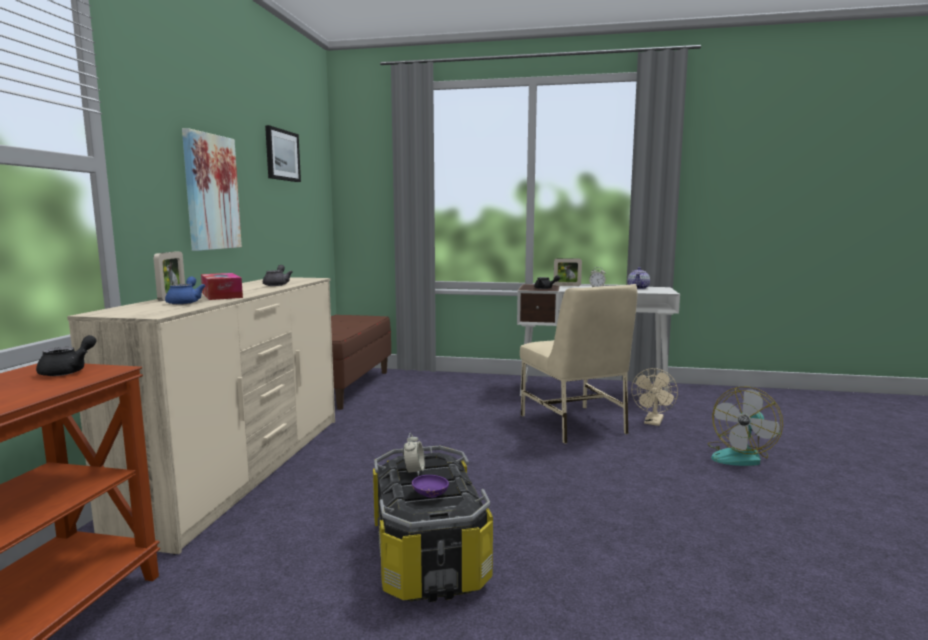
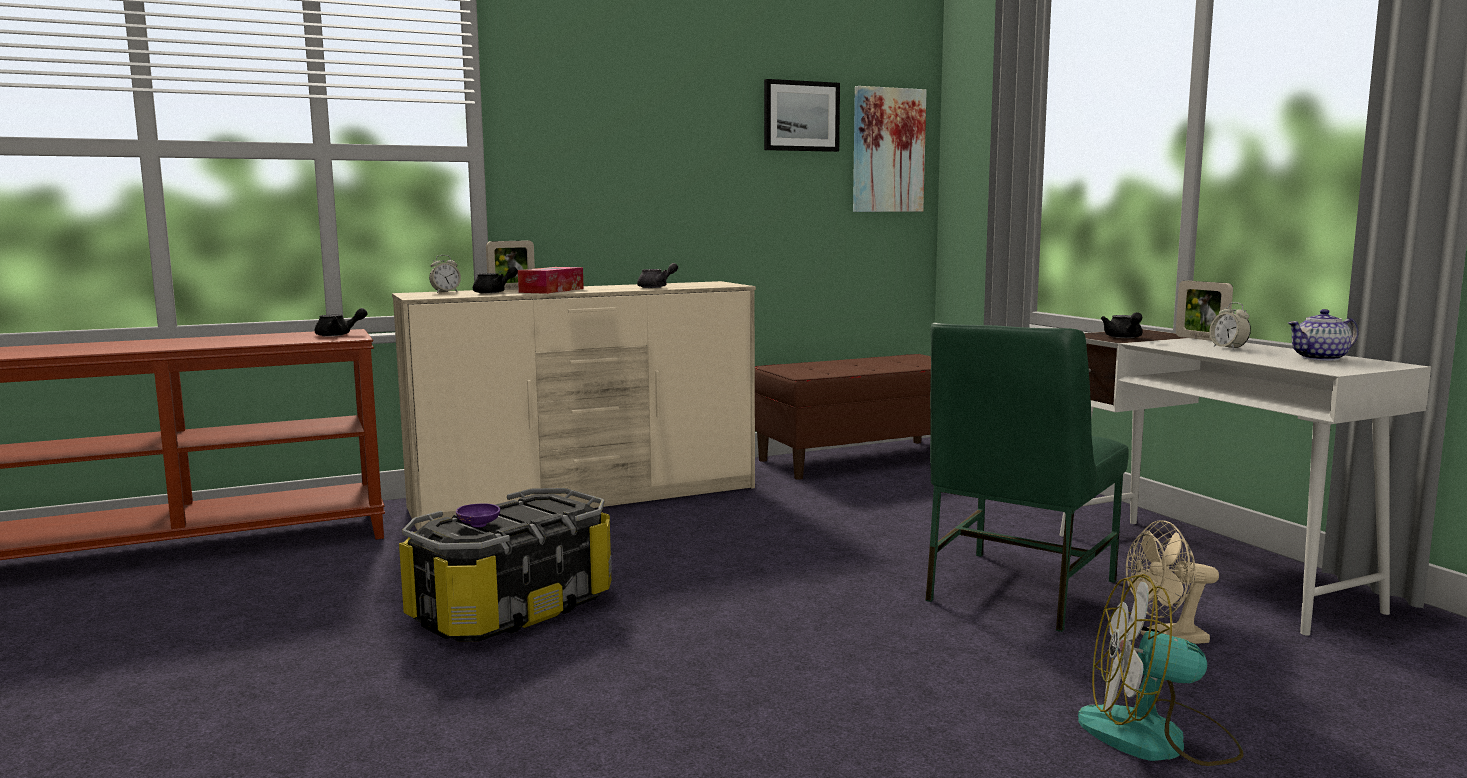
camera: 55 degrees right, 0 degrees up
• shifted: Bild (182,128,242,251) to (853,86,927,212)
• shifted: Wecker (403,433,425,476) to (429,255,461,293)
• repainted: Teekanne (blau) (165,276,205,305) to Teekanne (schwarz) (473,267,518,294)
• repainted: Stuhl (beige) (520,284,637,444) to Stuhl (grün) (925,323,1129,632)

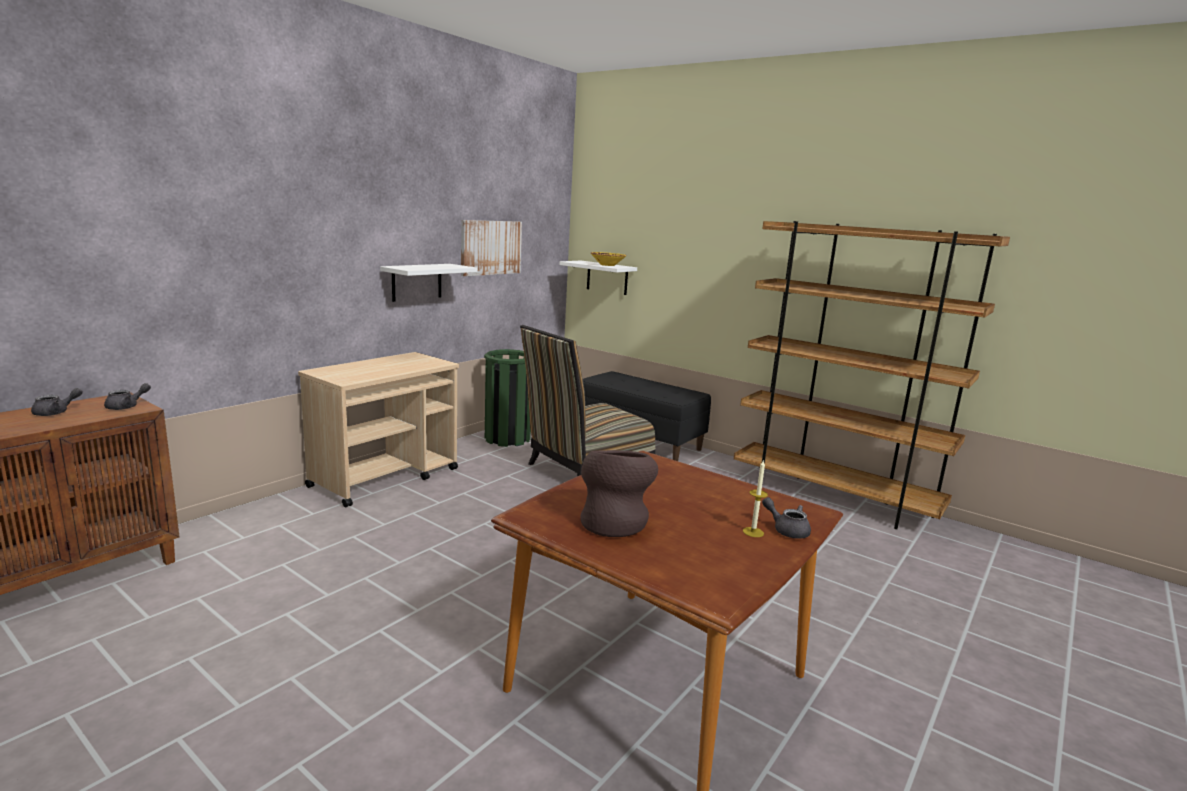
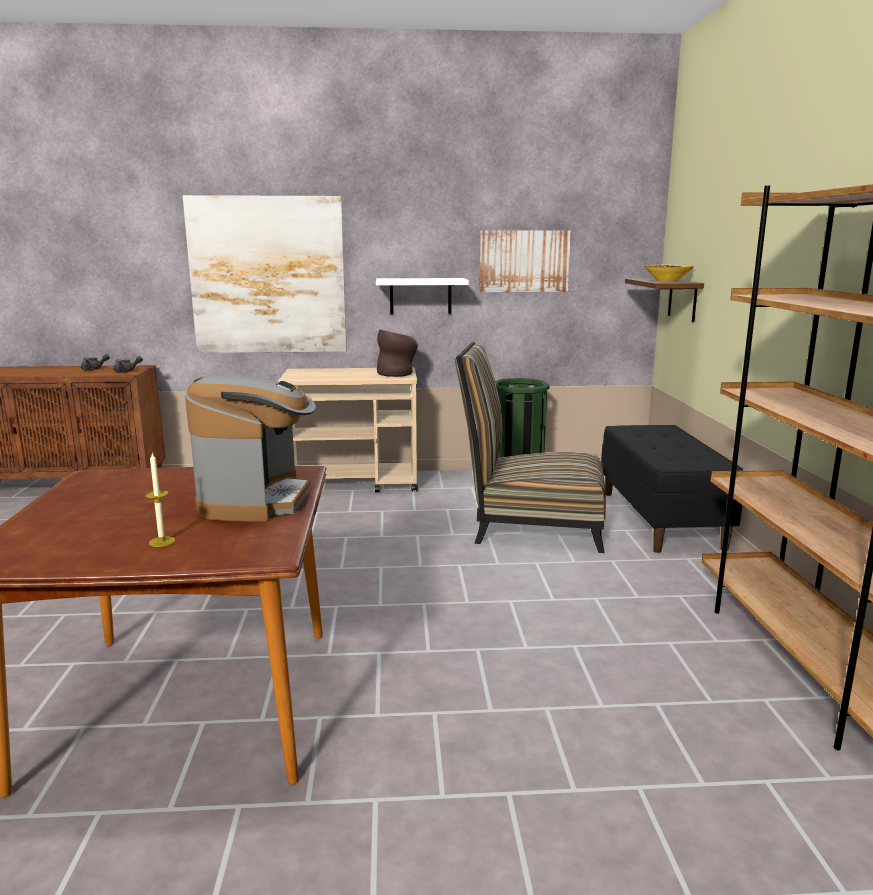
camera: 50 degrees right, 0 degrees up
• gone: Teekanne (grau) (762,497,811,539)
• new: Bild (183,195,347,353)
• new: Kaffeemaschine (185,375,316,522)
• shifted: Vase (braun) (580,450,658,537) to (377,329,418,377)
• repainted: Wandregal (weiß) (559,261,637,295) to Wandregal (braun) (625,278,704,322)

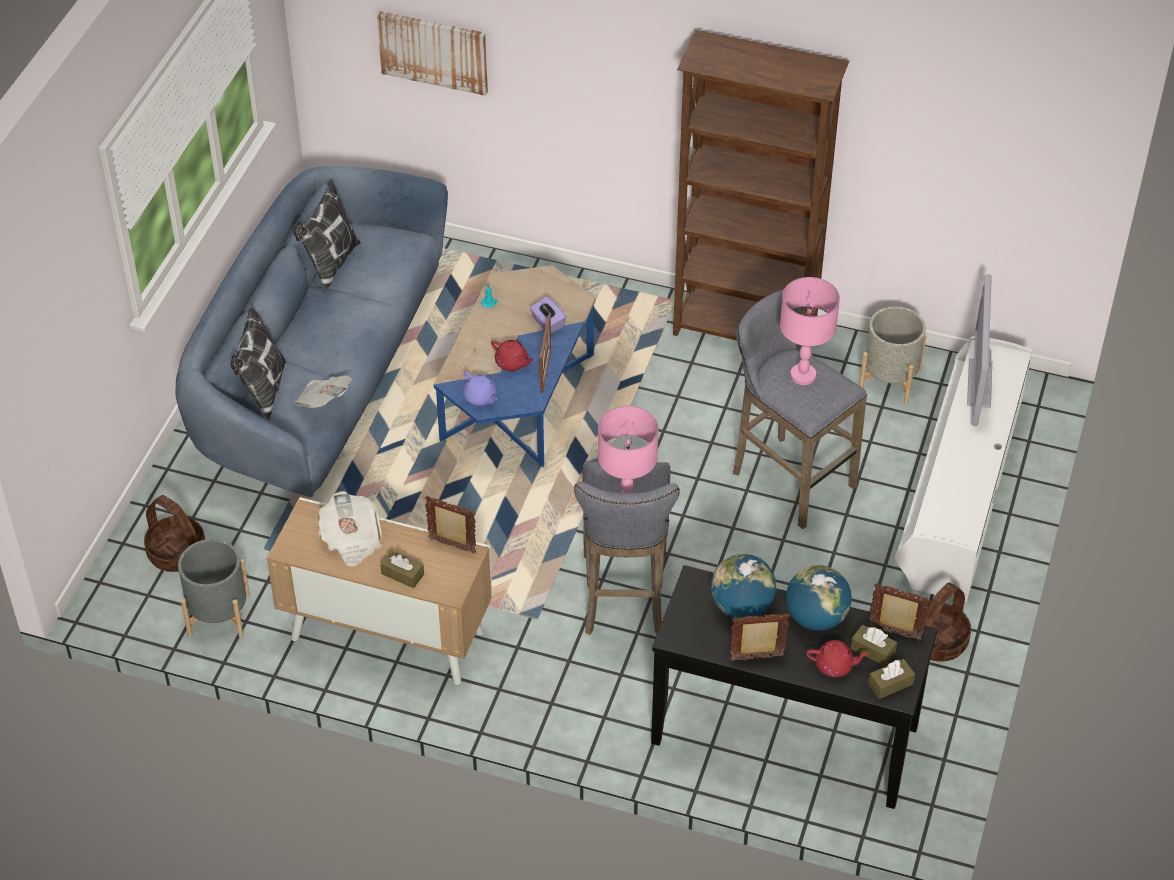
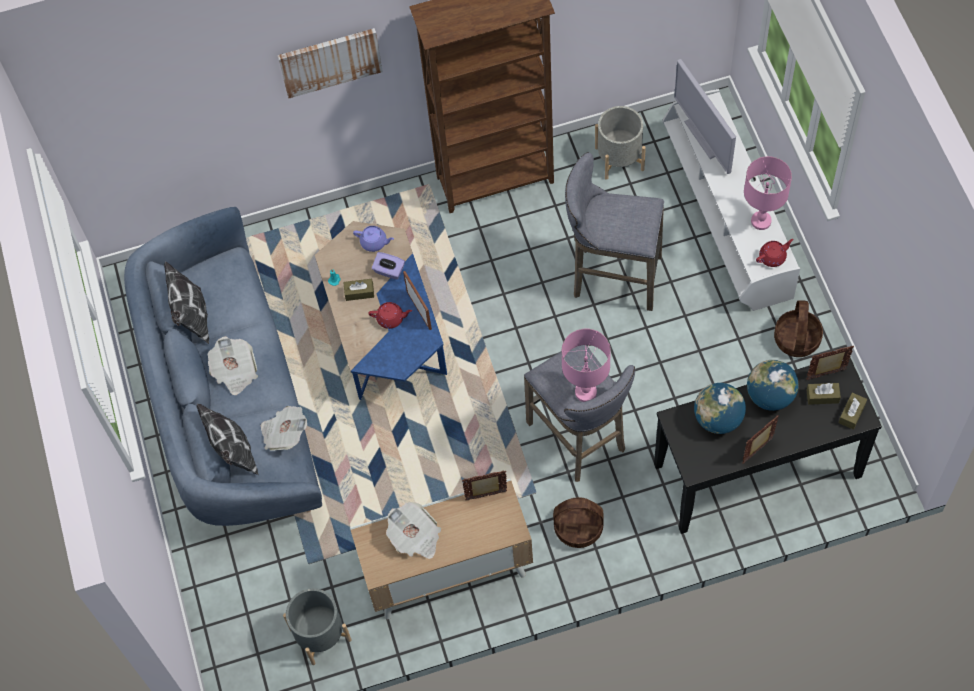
camera: 30 degrees left, 15 degrees up
• new: Zeitung (207,336,258,395)
• shifted: Korb (144,495,205,572) to (553,497,604,548)
• shifted: Bild (377,11,488,96) to (278,28,383,98)
• shifted: Taschentuchbox (braun) (380,550,424,588) to (343,279,374,301)
• shifted: Teekanne (lila) (463,371,497,406) to (353,226,394,252)
• shifted: Tischlampe (rosa) (780,277,840,385) to (744,156,792,230)
• shifted: Teekanne (rot) (806,640,869,677) to (756,239,794,267)

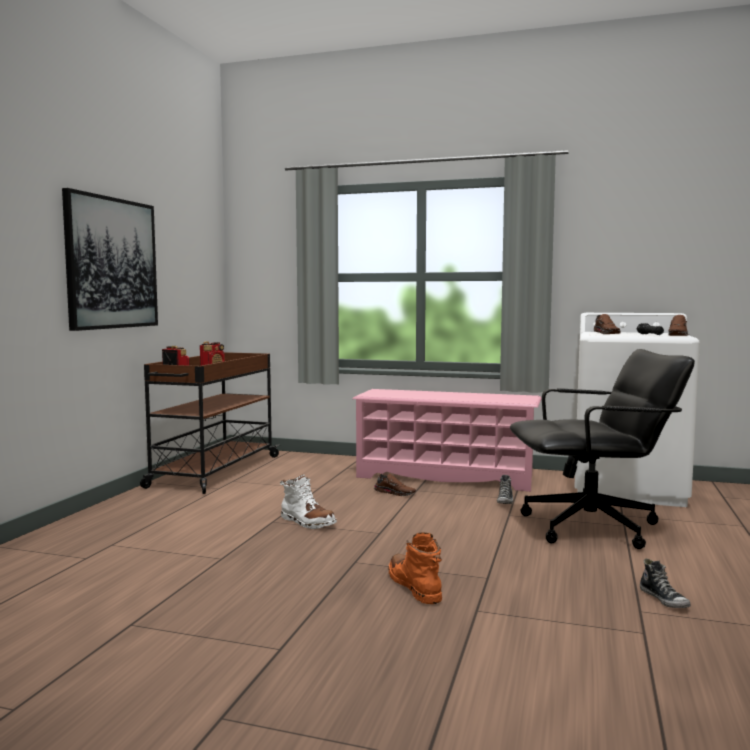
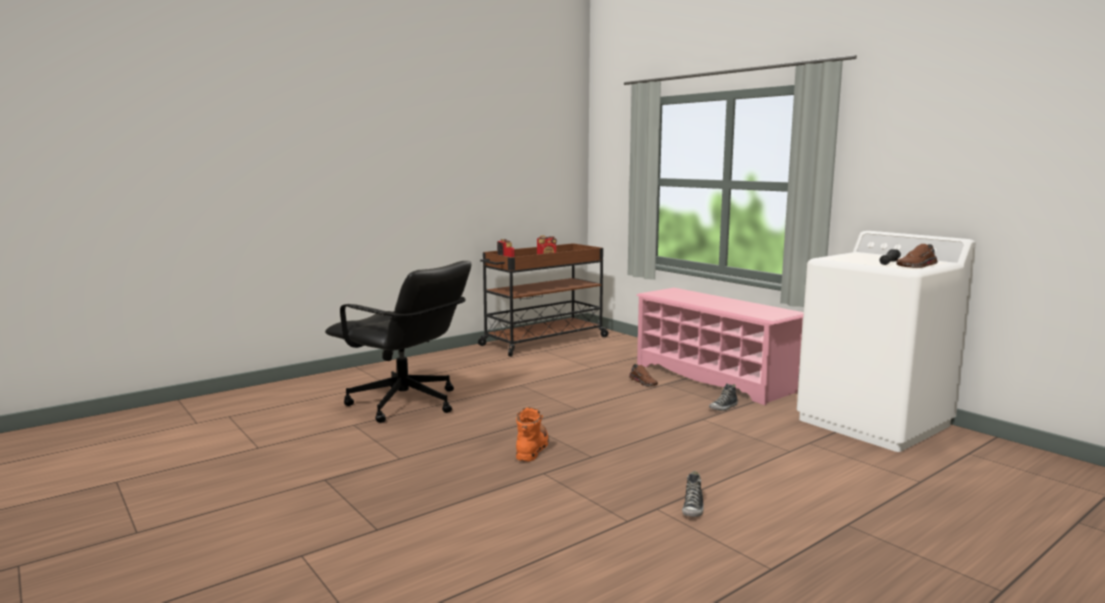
camera: 35 degrees right, 5 degrees up
• gone: Bild (62,188,158,331)
• gone: Stiefel (weiß) (280,475,337,529)
• gone: Schuh (braun) (593,314,621,334)
• shifted: Bürostuhl (schwarz) (510,349,695,549) to (325,261,471,423)

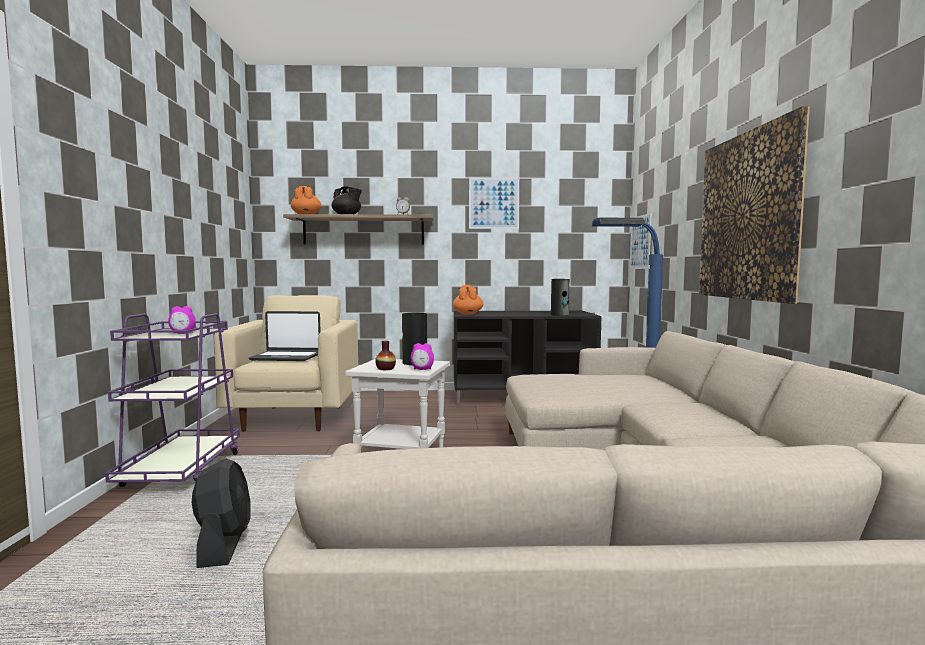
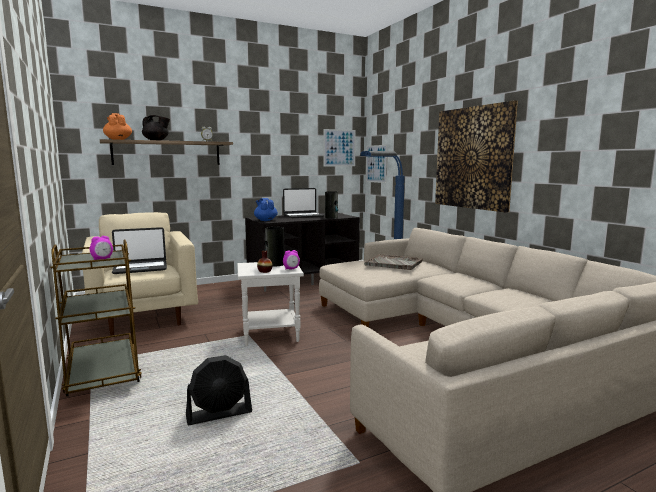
camera: 25 degrees left, 5 degrees up
• new: Laptop (283,188,325,218)
• new: Tablett (grau) (364,254,423,270)
• shifted: Bild (469,178,519,229) to (323,129,356,167)
• repainted: Rollwagen (lila) (105,313,240,487) to Rollwagen (braun) (50,239,142,397)
• repainted: Teekanne (orange) (453,285,483,315) to Teekanne (blau) (254,198,278,221)
• rotated: Ventilator (schwarz) (192,458,250,568) = (186,355,252,425) 105 degrees clockwise

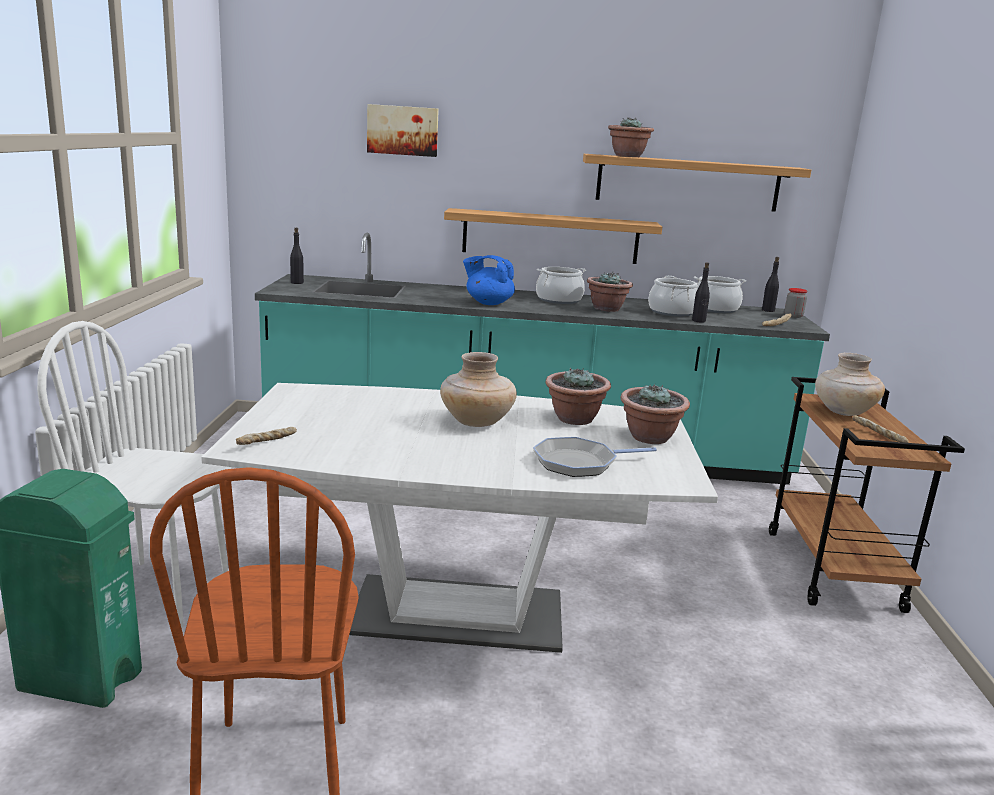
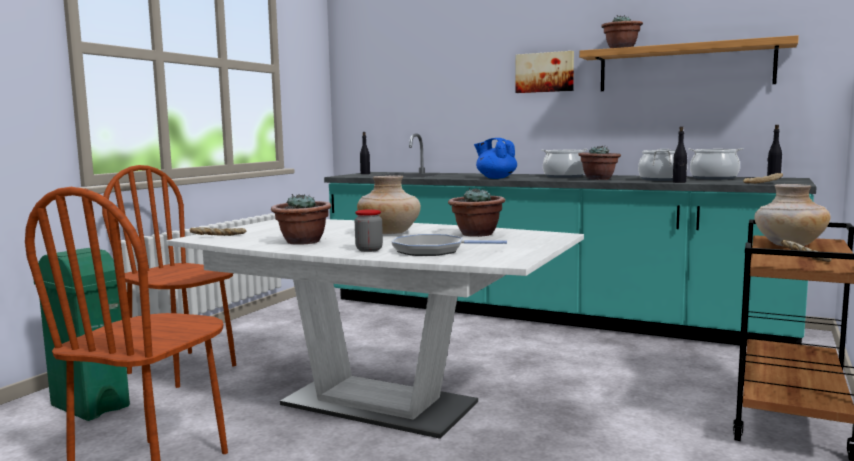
camera: 25 degrees right, 10 degrees down
• gone: Wandregal (444,208,662,264)
• shifted: Bild (367,104,439,157) to (516,51,574,93)
• shifted: Topfpflanze (621,385,690,444) to (271,194,332,245)
• shifted: Vorratsglas (784,288,807,318) to (355,209,383,252)
• repainted: Stuhl (weiß) (37,321,232,628) to Stuhl (braun) (102,165,236,388)

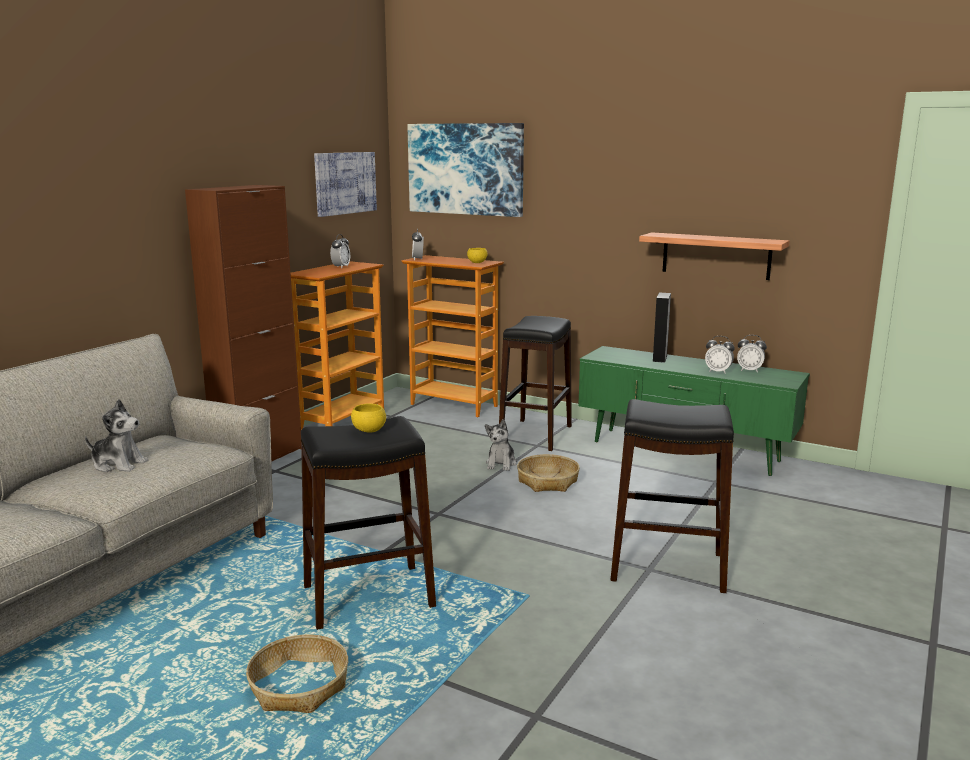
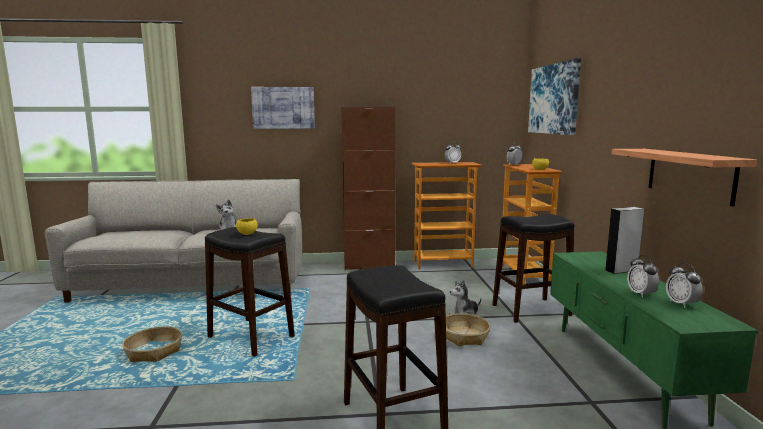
camera: 55 degrees right, 5 degrees down
• shifted: Bild (314,152,377,217) to (251,87,315,129)

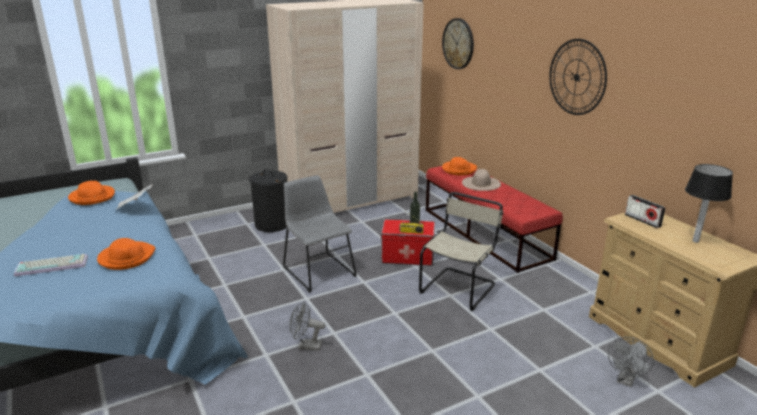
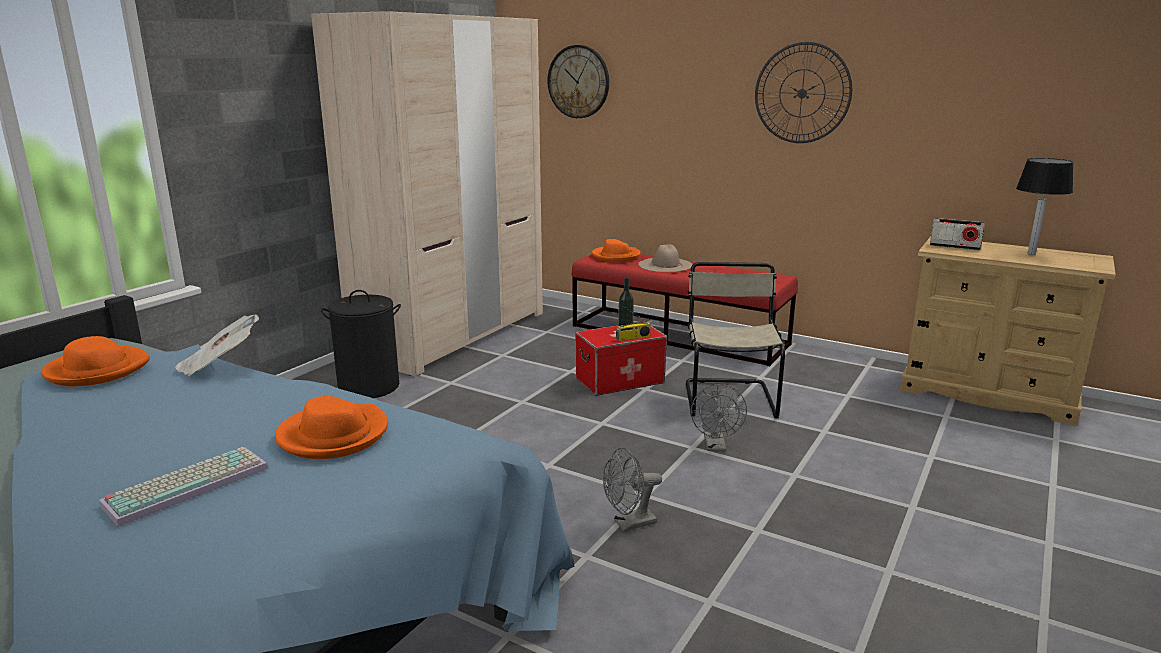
camera: 30 degrees left, 5 degrees down
• gone: Stuhl (grau) (283,175,357,292)
• shifted: Ventilator (grau) (608,337,654,387) to (691,384,747,451)

